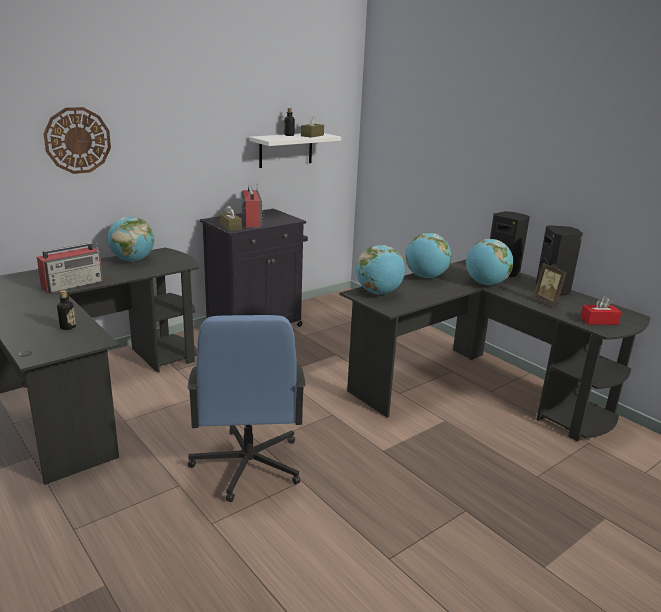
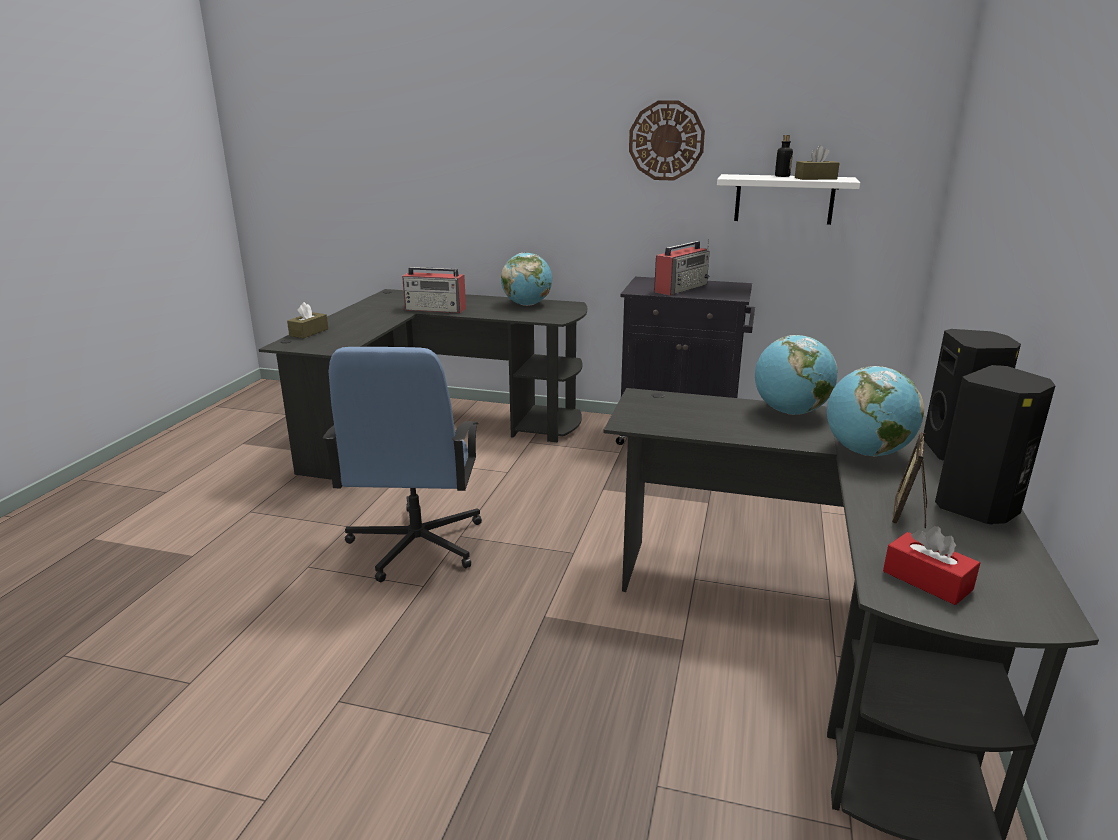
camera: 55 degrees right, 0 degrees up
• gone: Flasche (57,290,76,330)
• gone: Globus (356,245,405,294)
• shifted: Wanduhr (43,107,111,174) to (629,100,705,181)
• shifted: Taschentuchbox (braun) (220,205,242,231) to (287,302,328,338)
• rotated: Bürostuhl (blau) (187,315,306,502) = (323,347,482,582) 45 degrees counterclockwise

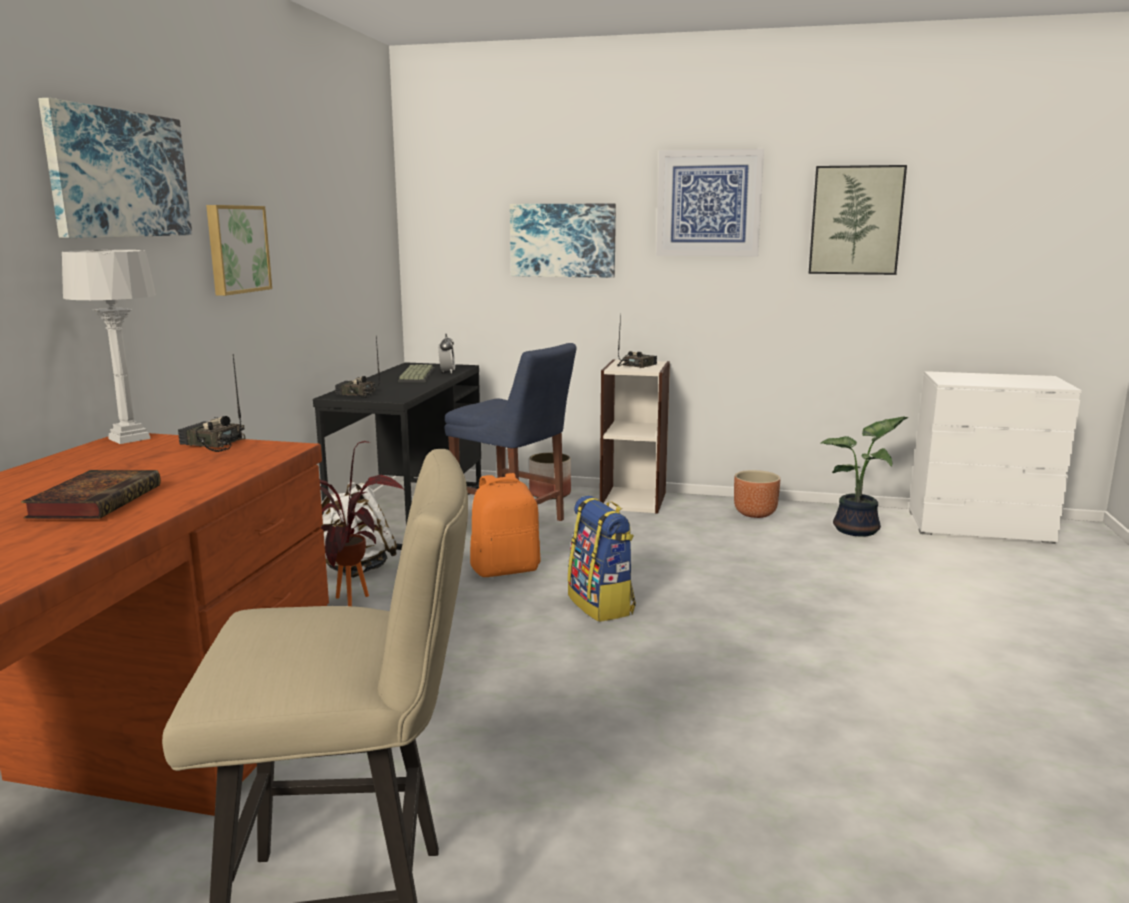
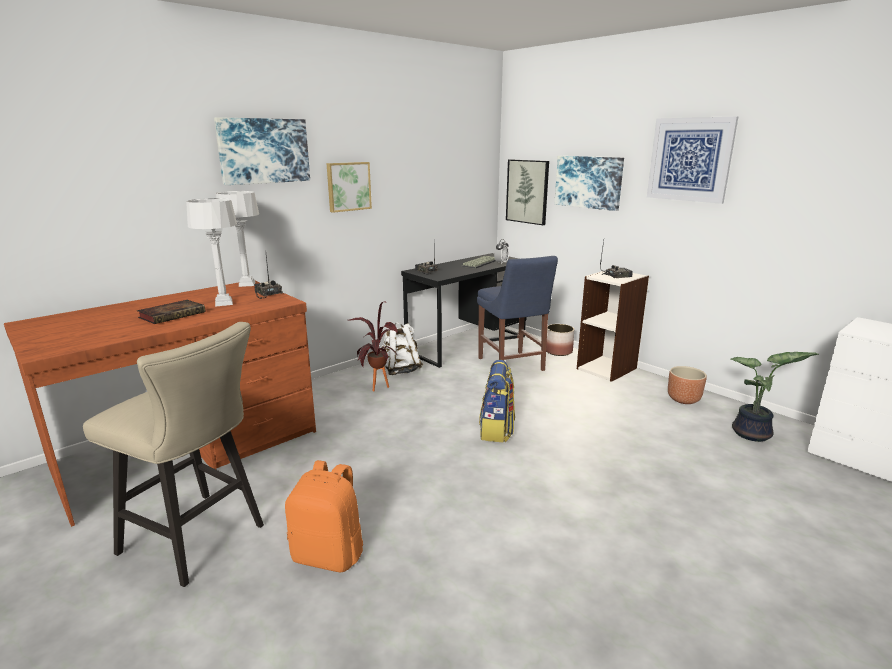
camera: 35 degrees right, 5 degrees up
• new: Tischlampe (grau) (186,198,237,307)
• shifted: Rucksack (orange) (470,473,541,577) to (285,460,364,572)
• shifted: Bild (809,165,907,275) to (506,159,549,225)

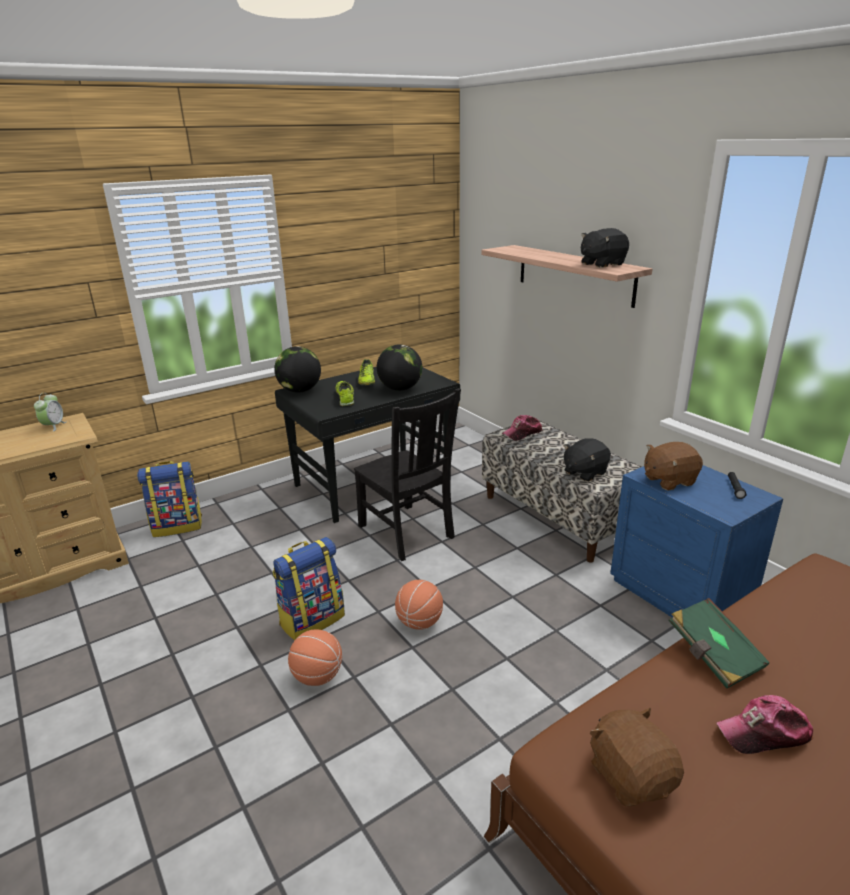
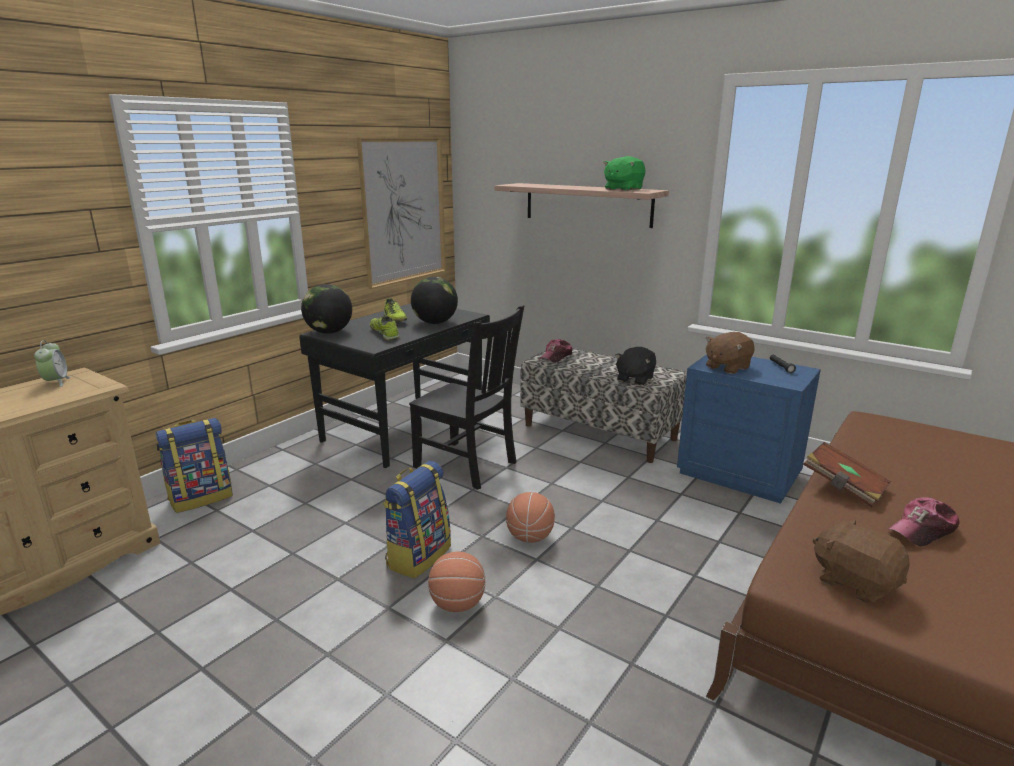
camera: 20 degrees left, 5 degrees down
• new: Bild (357,137,446,289)
• repainted: Plüschtier (schwarz) (581,228,629,268) to Plüschtier (grün) (603,156,645,191)
• repainted: Buch (grün) (669,598,770,689) to Buch (braun) (803,442,891,507)

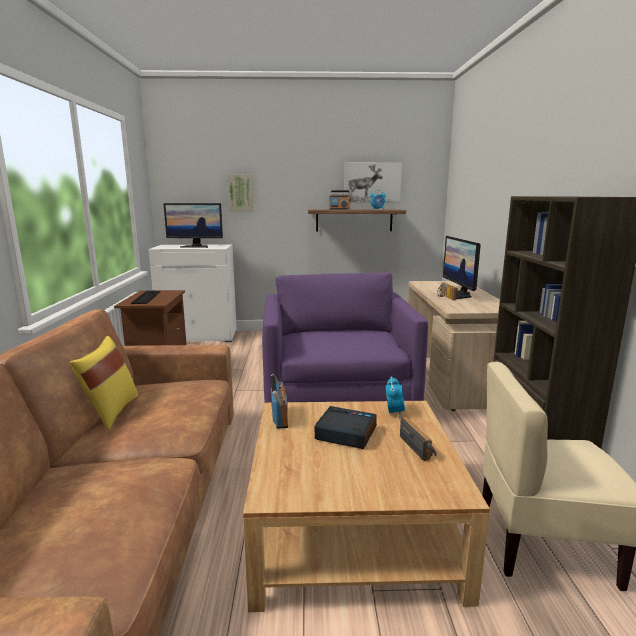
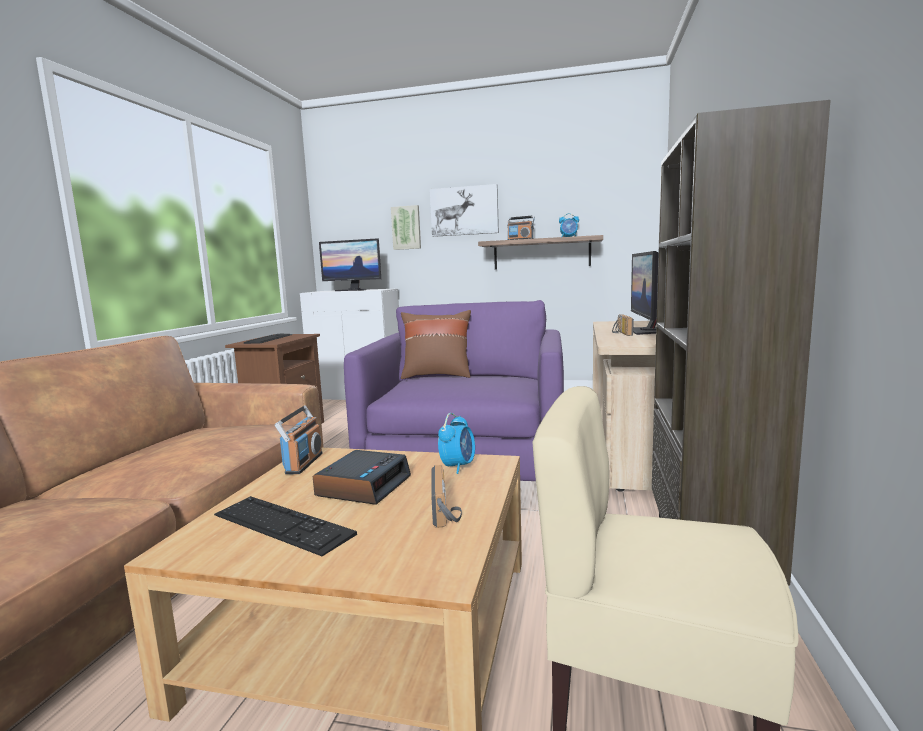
camera: 15 degrees right, 5 degrees down
• gone: Kissen (gelb) (70,336,138,430)
• new: Tastatur (214,496,357,556)
• new: Kissen (braun) (401,310,471,379)
• shifted: Bild (344,162,402,202) to (430,184,499,237)
• rotated: Wecker (315,406,377,449) = (313,450,411,505) 75 degrees clockwise

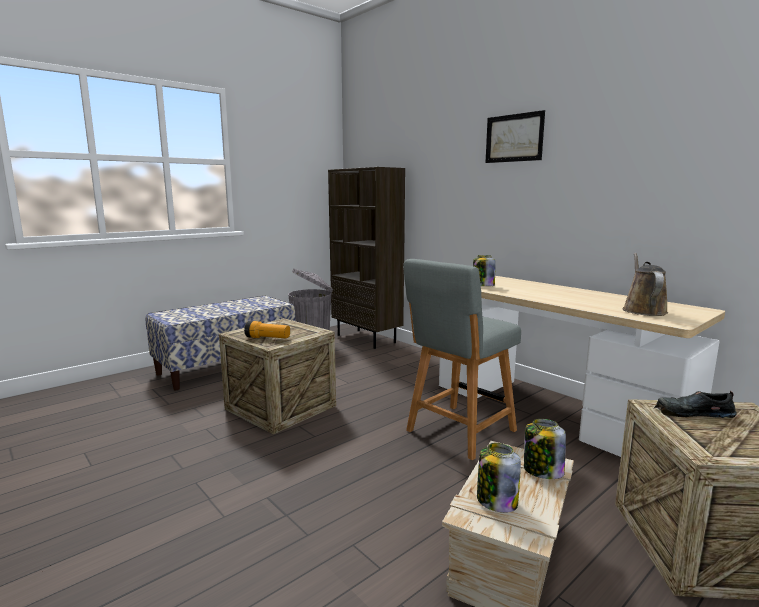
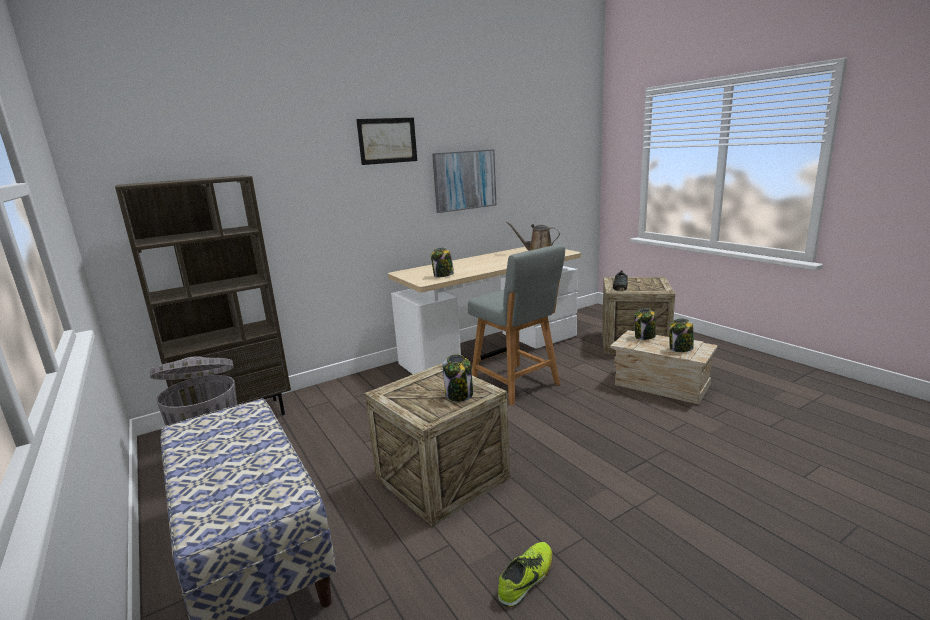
camera: 80 degrees left, 5 degrees up
• new: Bild (432,149,496,213)
• new: Schuh (498,542,552,607)
• swapped: Taschenlampe (244,321,290,338) to Vorratsglas (443,354,473,402)

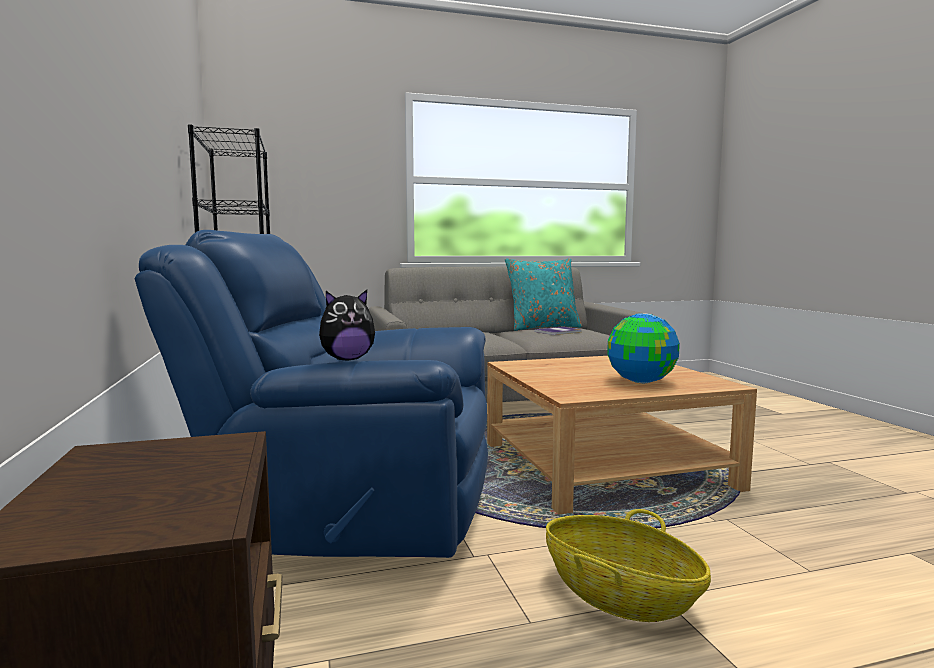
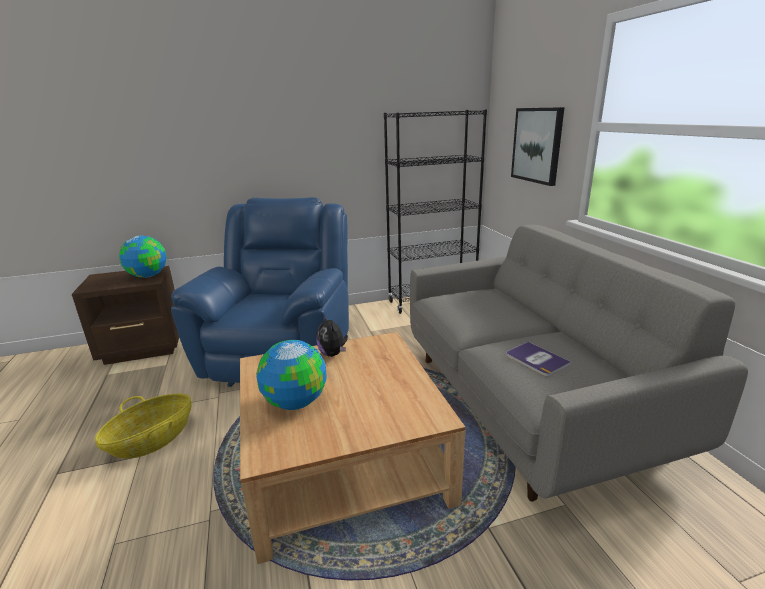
camera: 90 degrees right, 15 degrees up
• gone: Kissen (türkis) (505,258,582,331)
• new: Globus (119,235,167,278)
• new: Bild (511,107,565,186)
• shifted: Plüschtier (319,290,375,361) to (316,314,348,357)

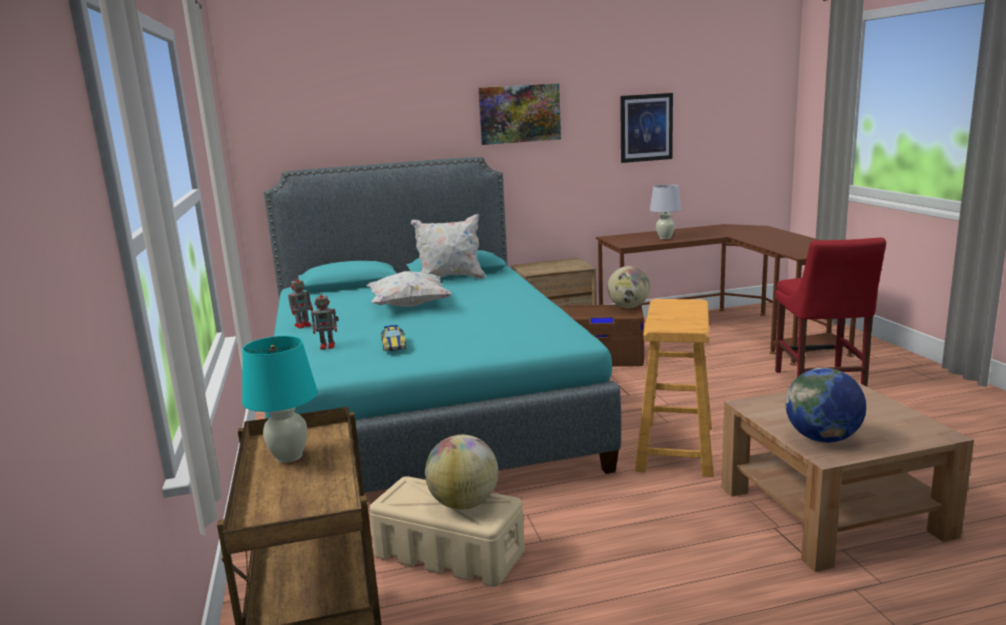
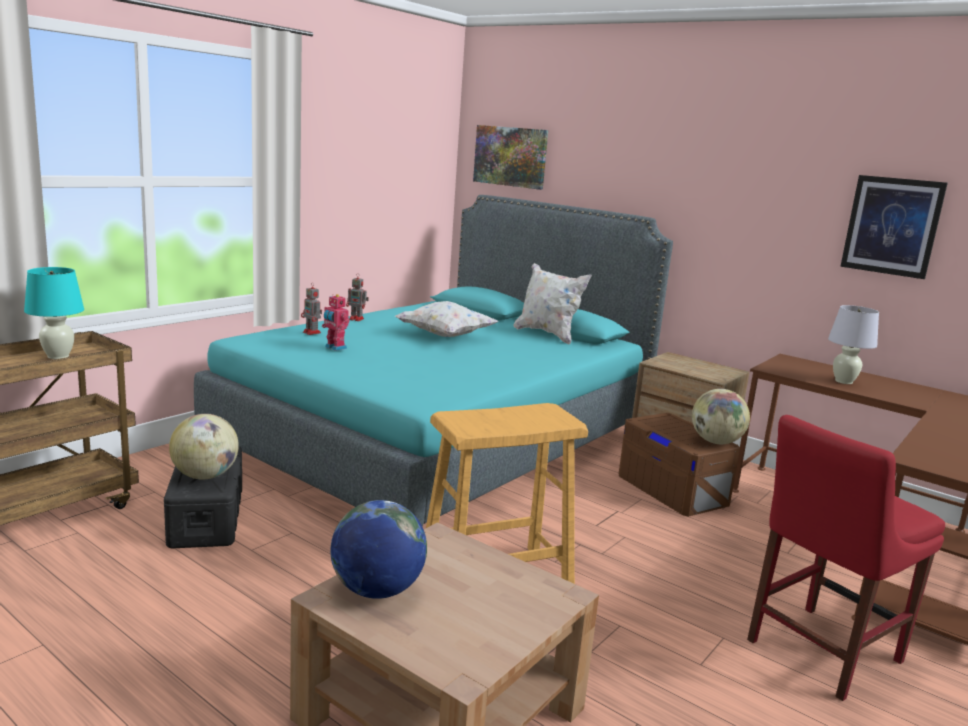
camera: 50 degrees right, 0 degrees up
• shifted: Bild (478,83,561,145) to (473,125,548,190)
• swapped: Spielzeugauto (381,325,406,351) to Spielzeugroboter (322,294,349,351)
• repainted: Aufbewahrungsbox (beige) (369,476,525,587) to Aufbewahrungsbox (schwarz) (164,446,242,548)

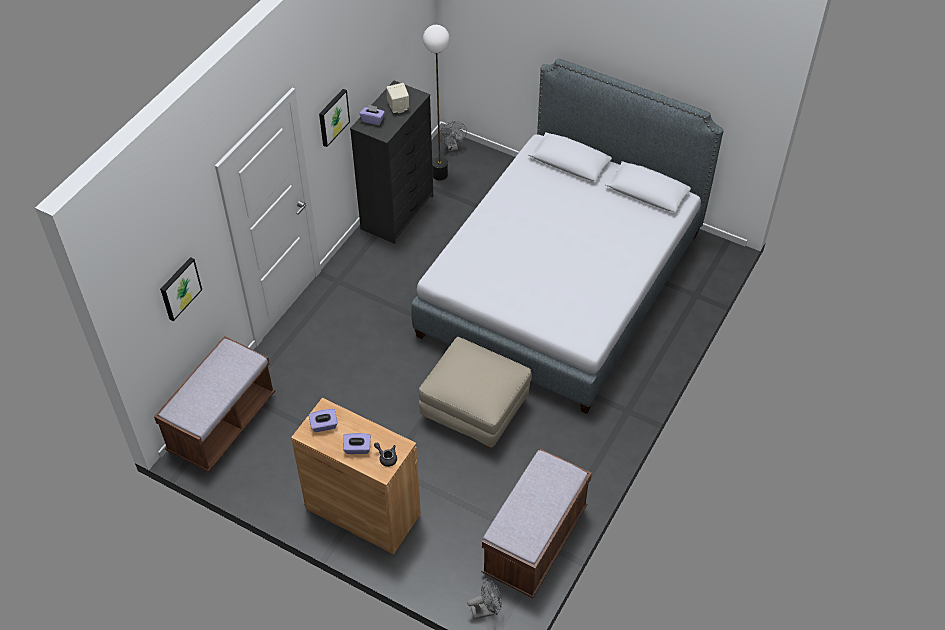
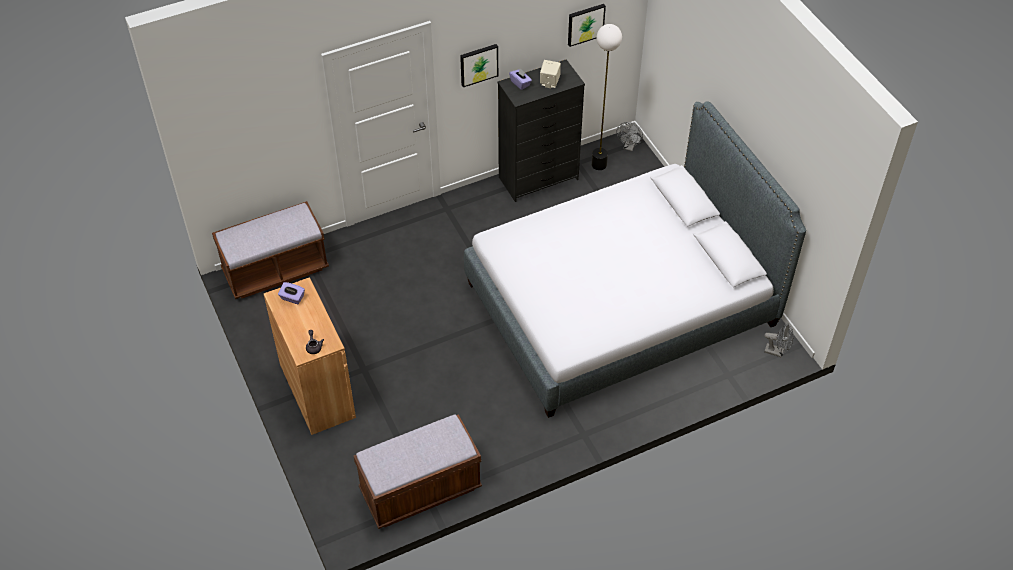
camera: 35 degrees right, 0 degrees up
• gone: Taschentuchbox (lila) (343,433,371,454)
• gone: Polsterhocker (beige) (419,337,532,448)
• shifted: Bild (160,257,202,321) to (568,4,606,47)
• shifted: Ventilator (grau) (467,578,502,619) to (764,324,794,358)

